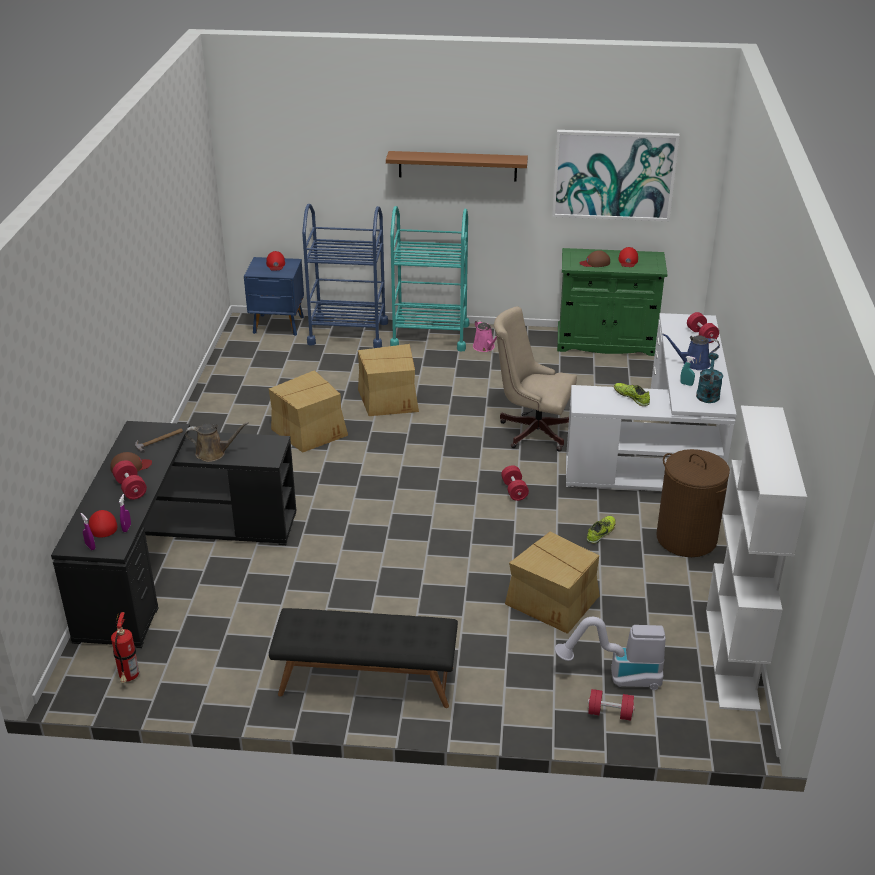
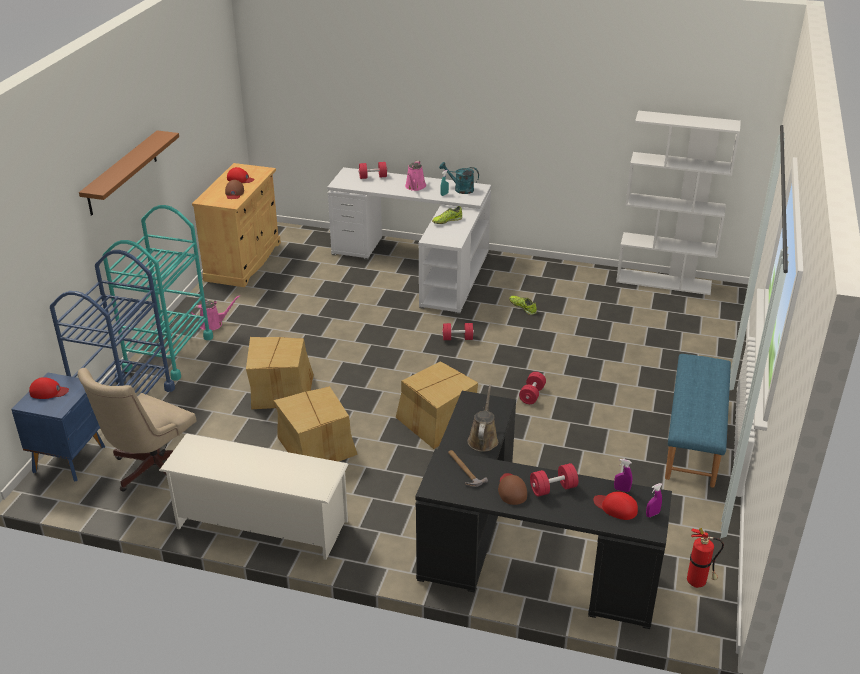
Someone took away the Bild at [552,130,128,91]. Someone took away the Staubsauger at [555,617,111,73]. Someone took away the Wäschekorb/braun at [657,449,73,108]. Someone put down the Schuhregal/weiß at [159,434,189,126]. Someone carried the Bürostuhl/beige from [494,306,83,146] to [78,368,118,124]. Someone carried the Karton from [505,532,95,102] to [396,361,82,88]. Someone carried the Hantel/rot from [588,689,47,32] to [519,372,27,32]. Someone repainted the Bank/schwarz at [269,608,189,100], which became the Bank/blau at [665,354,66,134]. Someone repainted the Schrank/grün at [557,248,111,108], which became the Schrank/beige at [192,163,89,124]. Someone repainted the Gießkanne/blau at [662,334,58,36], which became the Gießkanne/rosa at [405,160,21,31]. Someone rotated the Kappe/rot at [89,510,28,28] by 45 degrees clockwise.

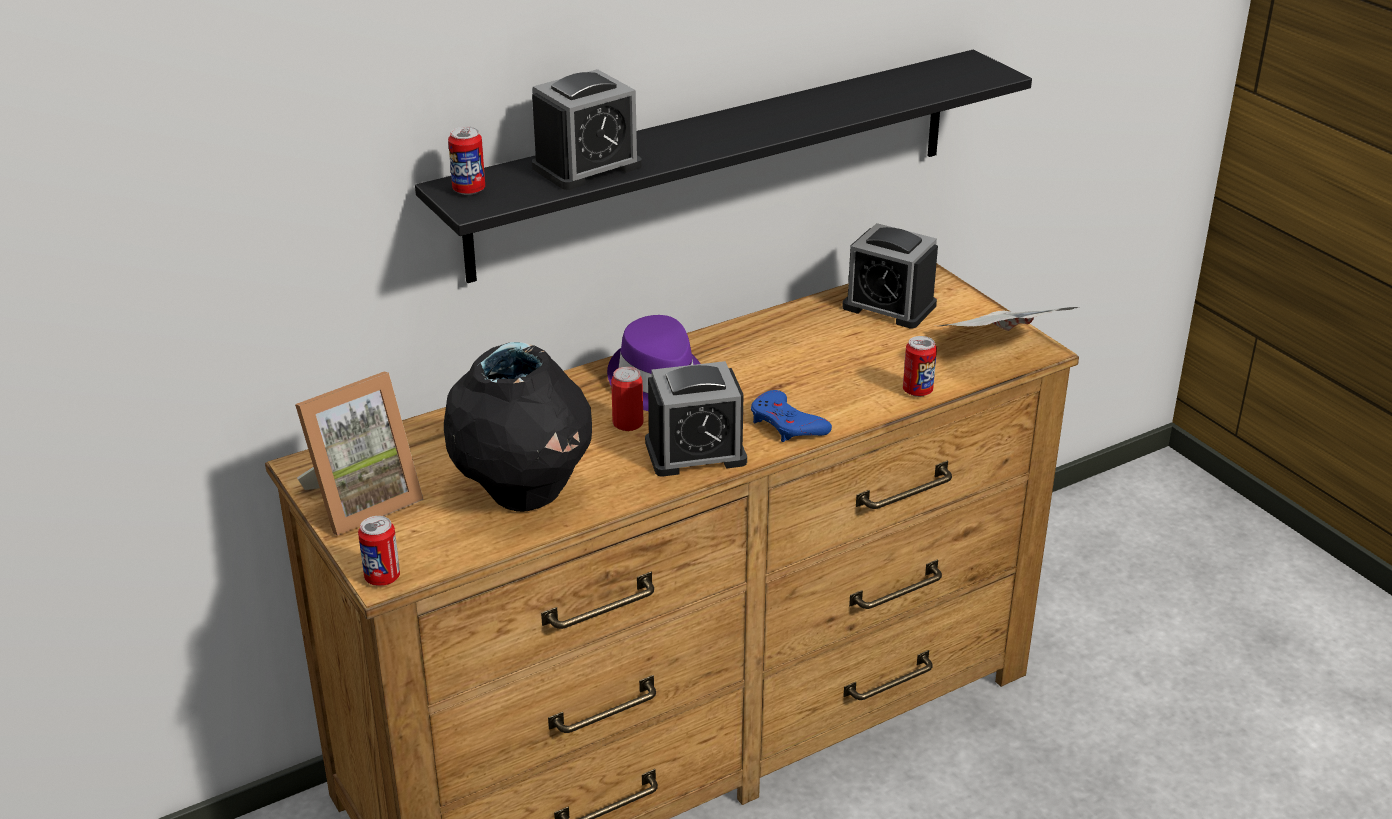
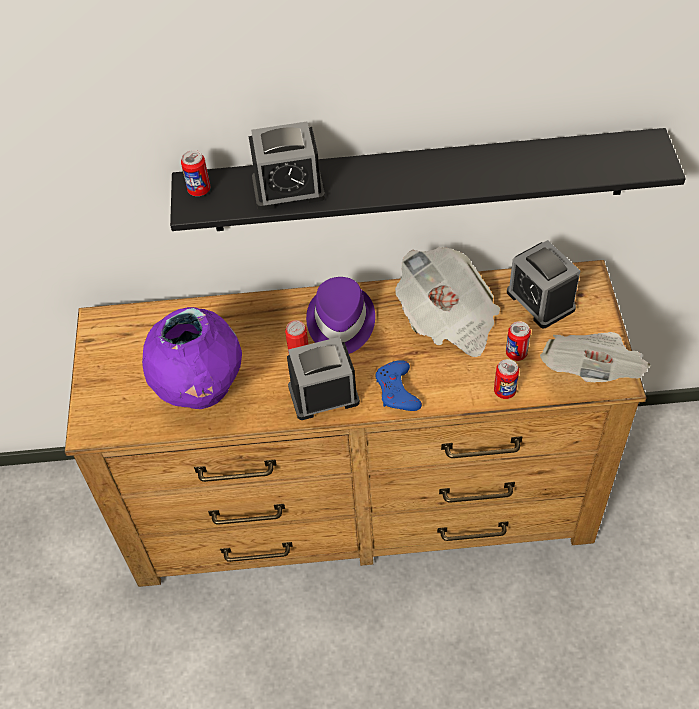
Someone took away the Bilderrahmen at [295,372,129,164]. Someone put down the Zeitung at [395,247,105,110]. Someone carried the Dose from [358,516,42,70] to [506,321,25,40]. Someone repainted the Vase/schwarz at [444,342,148,170], which became the Vase/lila at [142,307,100,102]. Someone rotated the Wecker at [645,361,102,116] by 150 degrees clockwise.

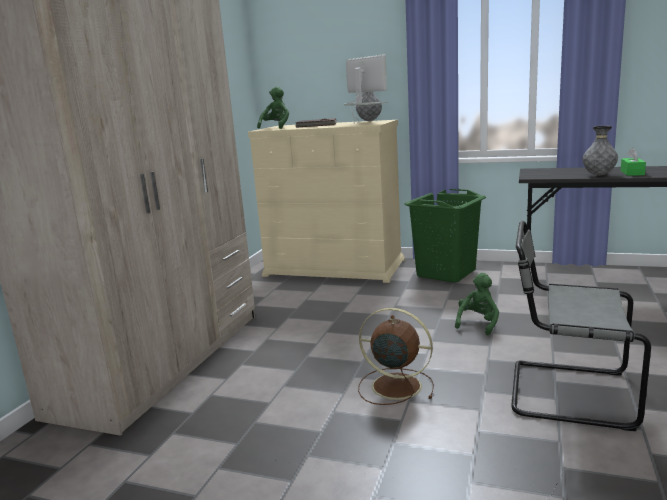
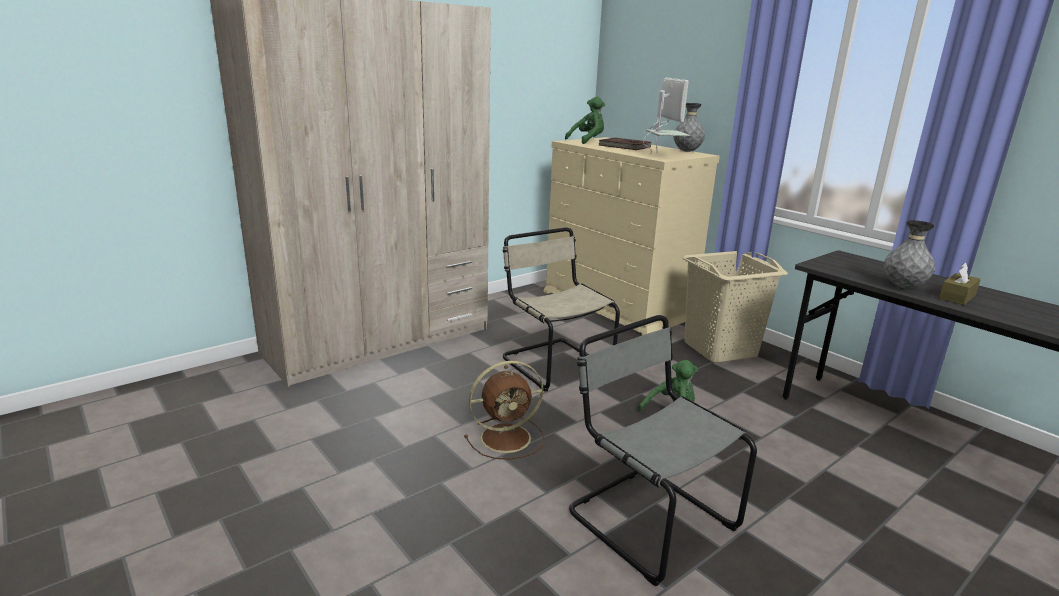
Someone put down the Stuhl/beige at [503,228,117,164]. Someone repainted the Wäschekorb/grün at [404,189,82,94], which became the Wäschekorb/beige at [682,251,106,112]. Someone repainted the Taschentuchbox/grün at [621,148,25,28], which became the Taschentuchbox/braun at [939,262,42,43]. Someone rotated the Ventilator/braun at [358,308,76,97] by 105 degrees clockwise.

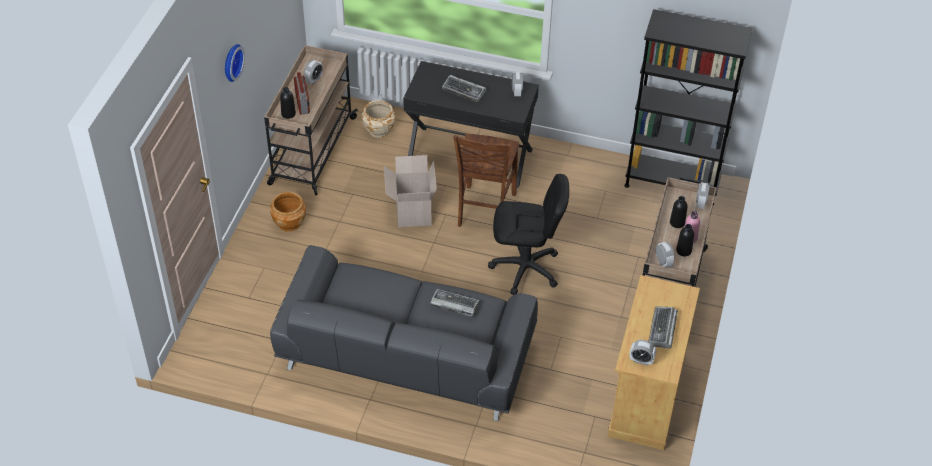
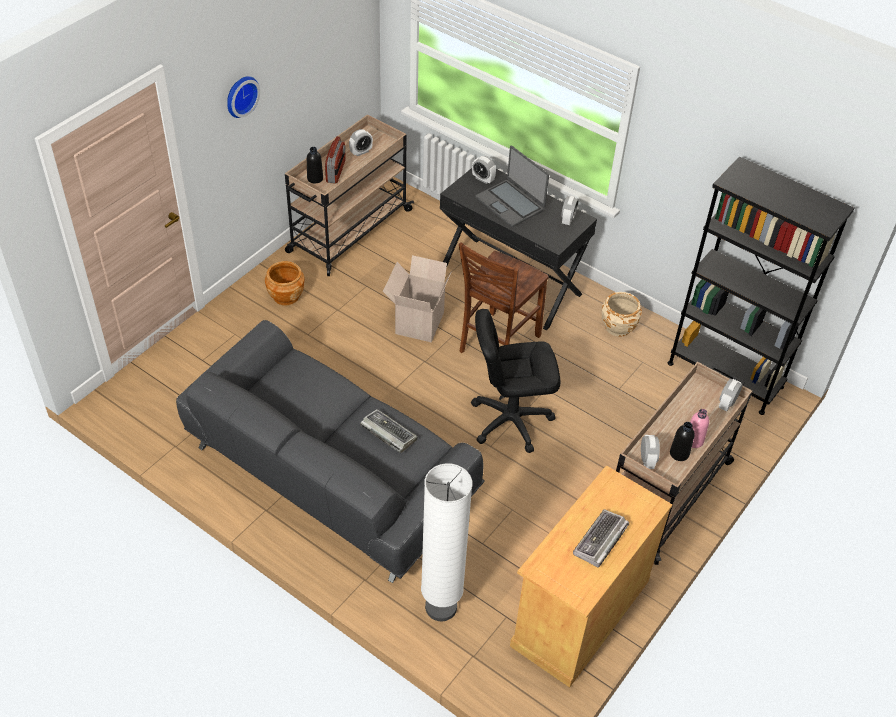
Someone took away the Flasche/schwarz at [670,196,17,32]. Someone put down the Stehlampe/weiß at [421,463,51,158]. Someone carried the Pflanzkübel/beige from [362,100,33,38] to [602,292,40,45]. Someone carried the Wecker from [629,340,27,25] to [472,156,24,28]. Someone swapped the Tastatur at [442,75,45,28] for the Laptop at [476,146,73,81]. Someone rotated the Bürostuhl/schwarz at [488,174,81,121] by 150 degrees clockwise.

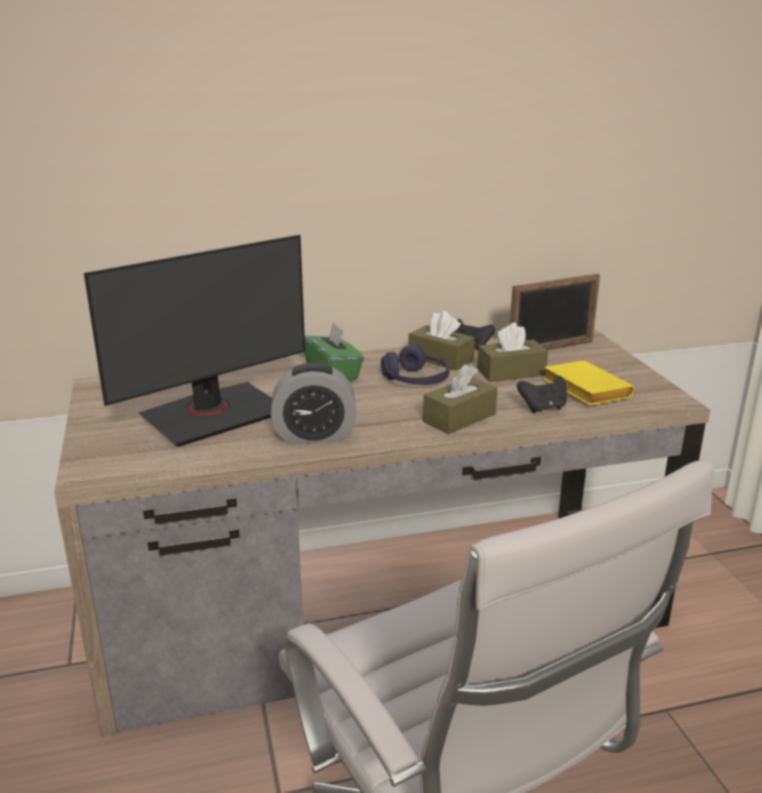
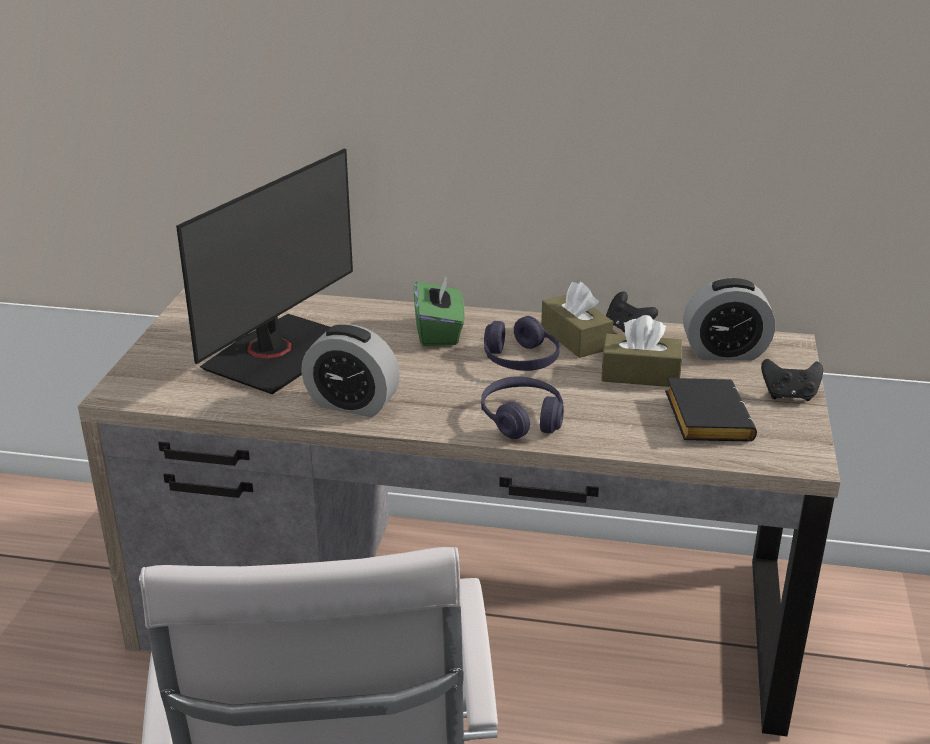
Someone carried the Gamepad/schwarz from [517,375,50,38] to [761,359,62,42]. Someone swapped the Taschentuchbox/braun at [423,364,75,70] for the Kopfhörer/lila at [481,376,83,63]. Someone swapped the Bilderrahmen at [510,273,90,77] for the Wecker at [683,278,92,82]. Someone repainted the Buch/gelb at [543,361,91,44], which became the Buch/schwarz at [665,378,92,64]. Someone rotated the Monitor at [84,235,221,212] by 45 degrees counterclockwise.

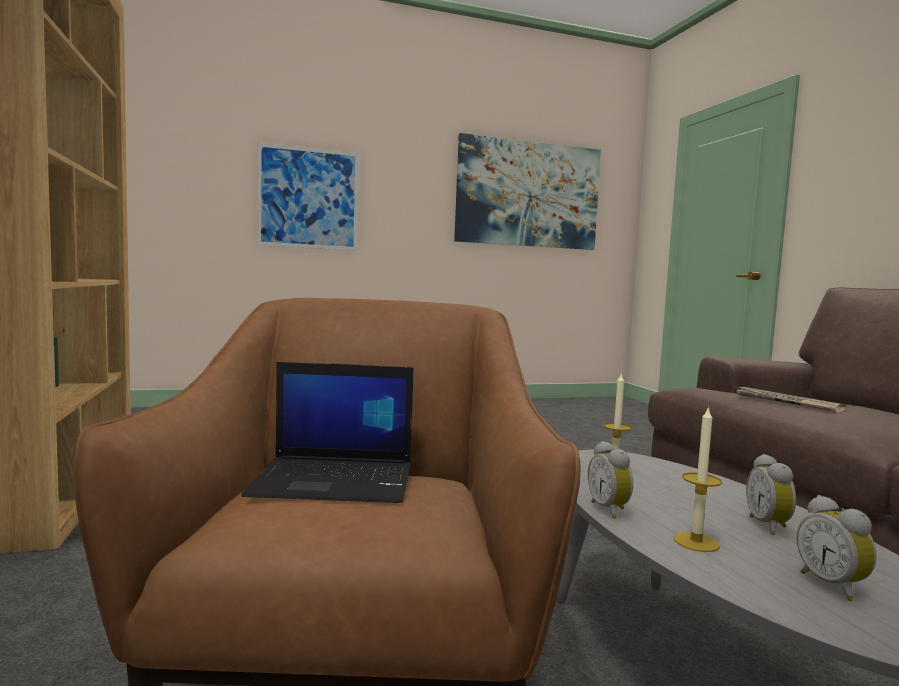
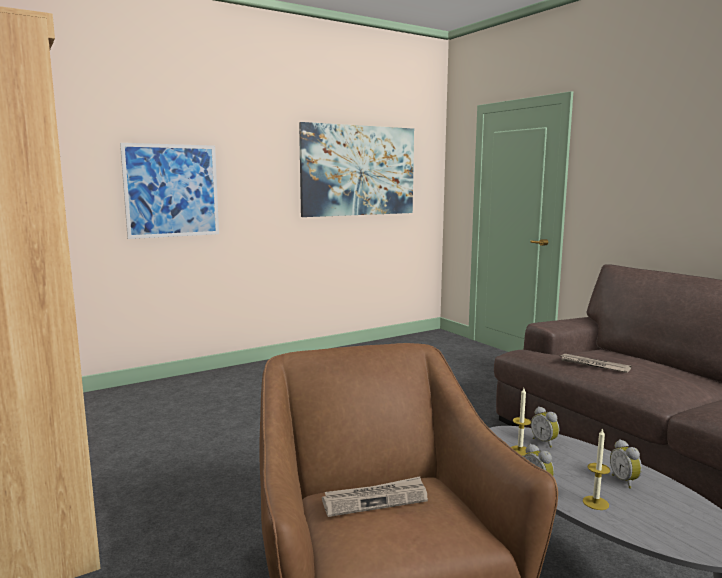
Someone carried the Wecker from [797,495,80,106] to [531,406,28,42]. Someone swapped the Laptop at [241,362,173,141] for the Zeitung at [322,476,106,41].

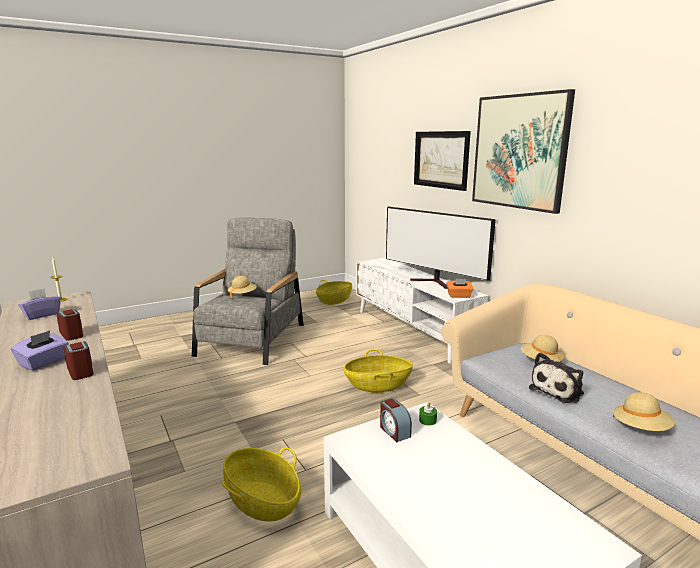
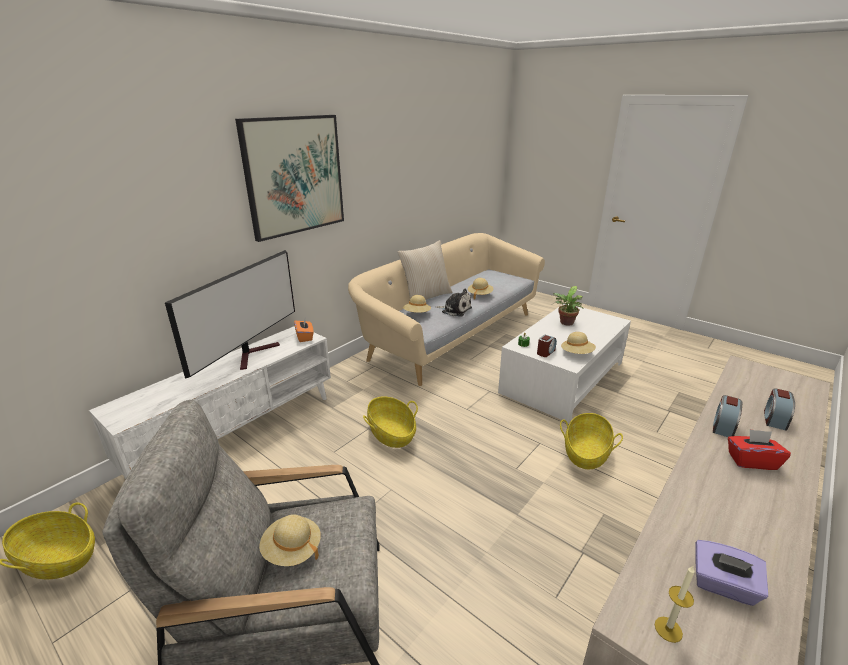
Someone took away the Bild at [414,131,57,60]. Someone put down the Kissen/beige at [398,240,55,60]. Someone put down the Topfpflanze at [553,286,31,40]. Someone put down the Hut/beige at [561,332,35,22]. Someone carried the Wecker from [57,309,26,32] to [764,388,31,43]. Someone repainted the Taschentuchbox/lila at [11,331,58,40], which became the Taschentuchbox/rot at [728,429,63,41].

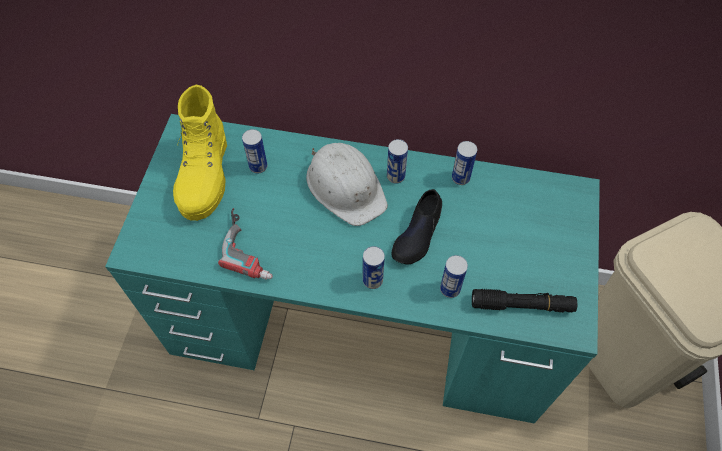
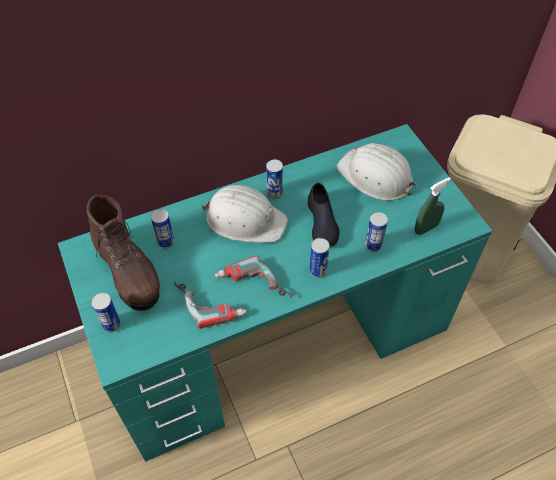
Someone put down the Bohrmaschine at [215,255,77,43]. Someone put down the Schutzhelm/weiß at [337,143,80,58]. Someone carried the Dose from [452,141,25,44] to [91,293,30,39]. Someone swapped the Taschenlampe/schwarz at [472,289,106,23] for the Sprühflasche/grün at [414,177,37,58]. Someone repainted the Stiefel/gelb at [173,85,54,136], which became the Stiefel/braun at [86,194,74,117].

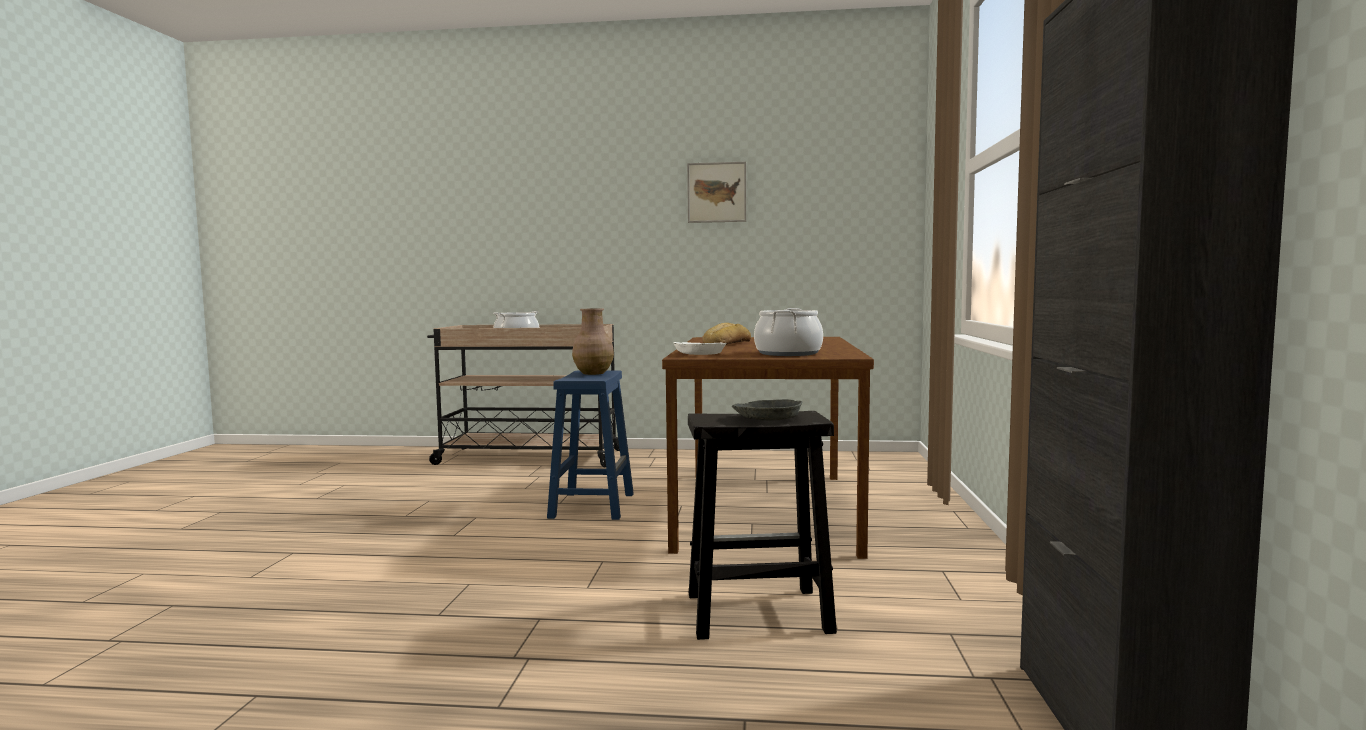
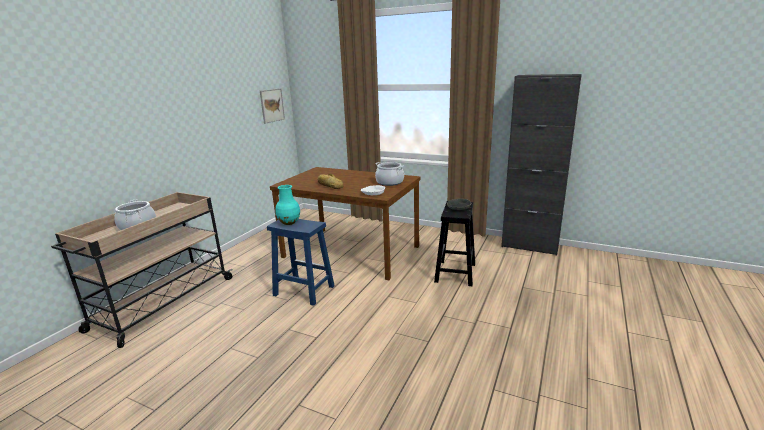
Someone carried the Bild from [687,162,59,61] to [260,88,25,36]. Someone repainted the Vase/braun at [572,308,42,67], which became the Vase/türkis at [275,185,25,40].

